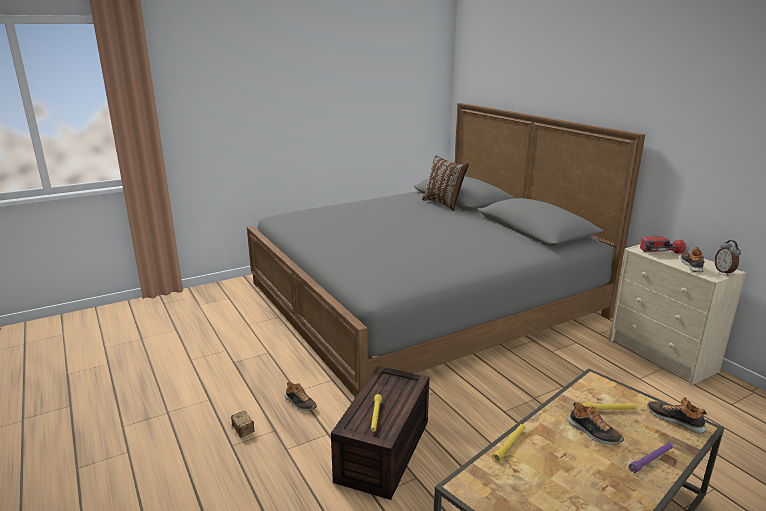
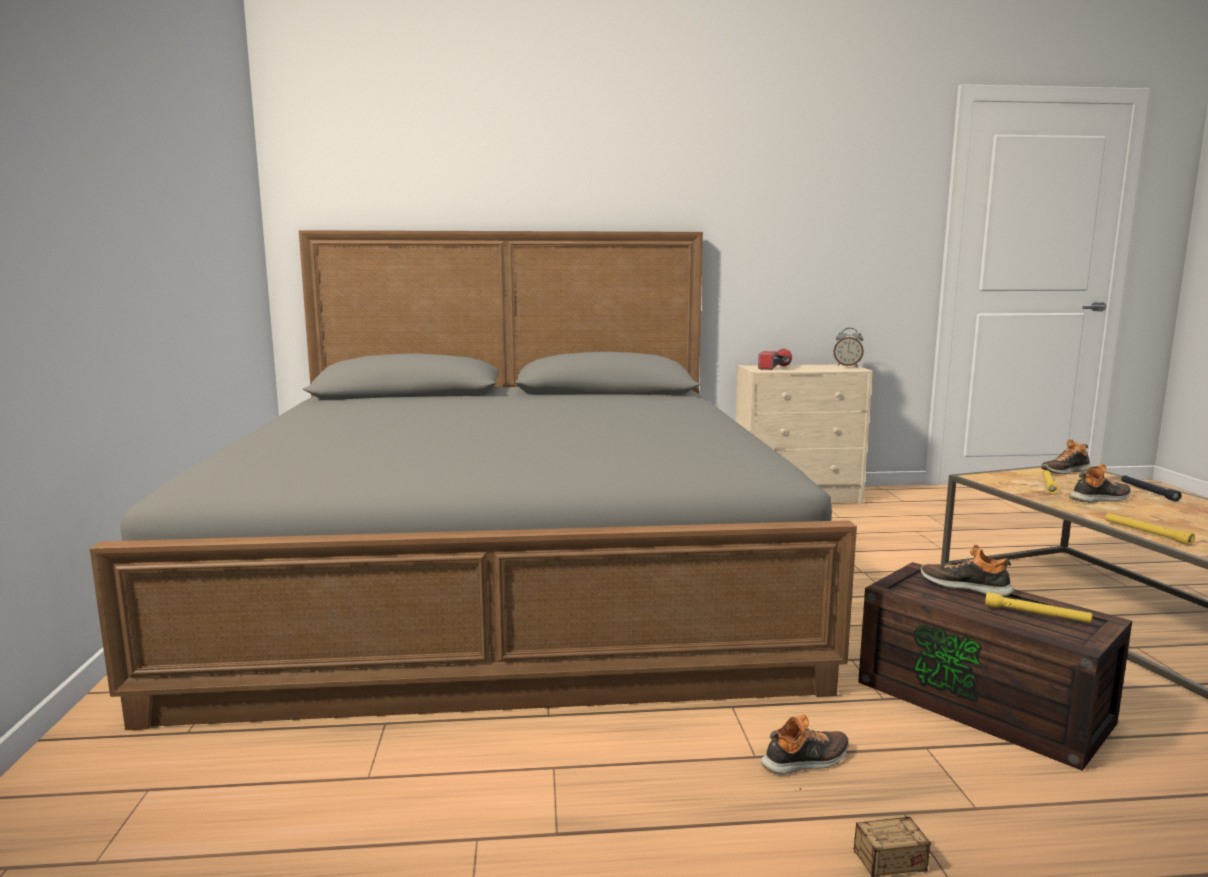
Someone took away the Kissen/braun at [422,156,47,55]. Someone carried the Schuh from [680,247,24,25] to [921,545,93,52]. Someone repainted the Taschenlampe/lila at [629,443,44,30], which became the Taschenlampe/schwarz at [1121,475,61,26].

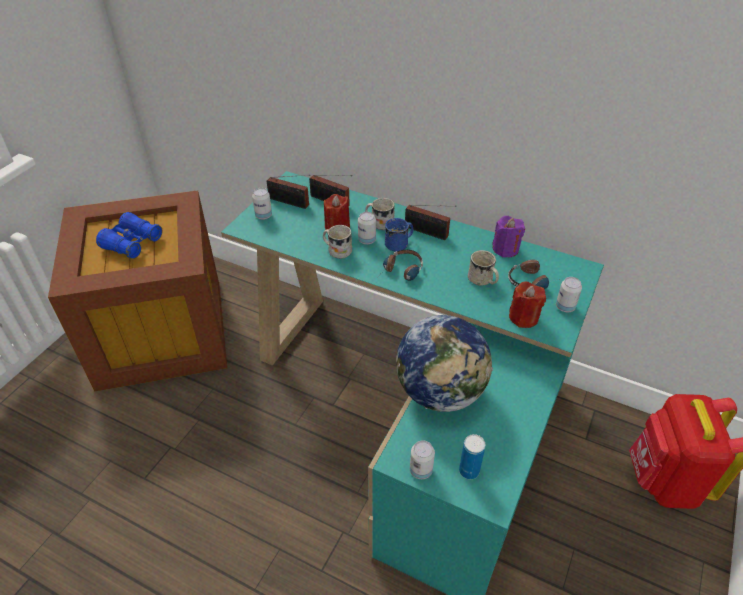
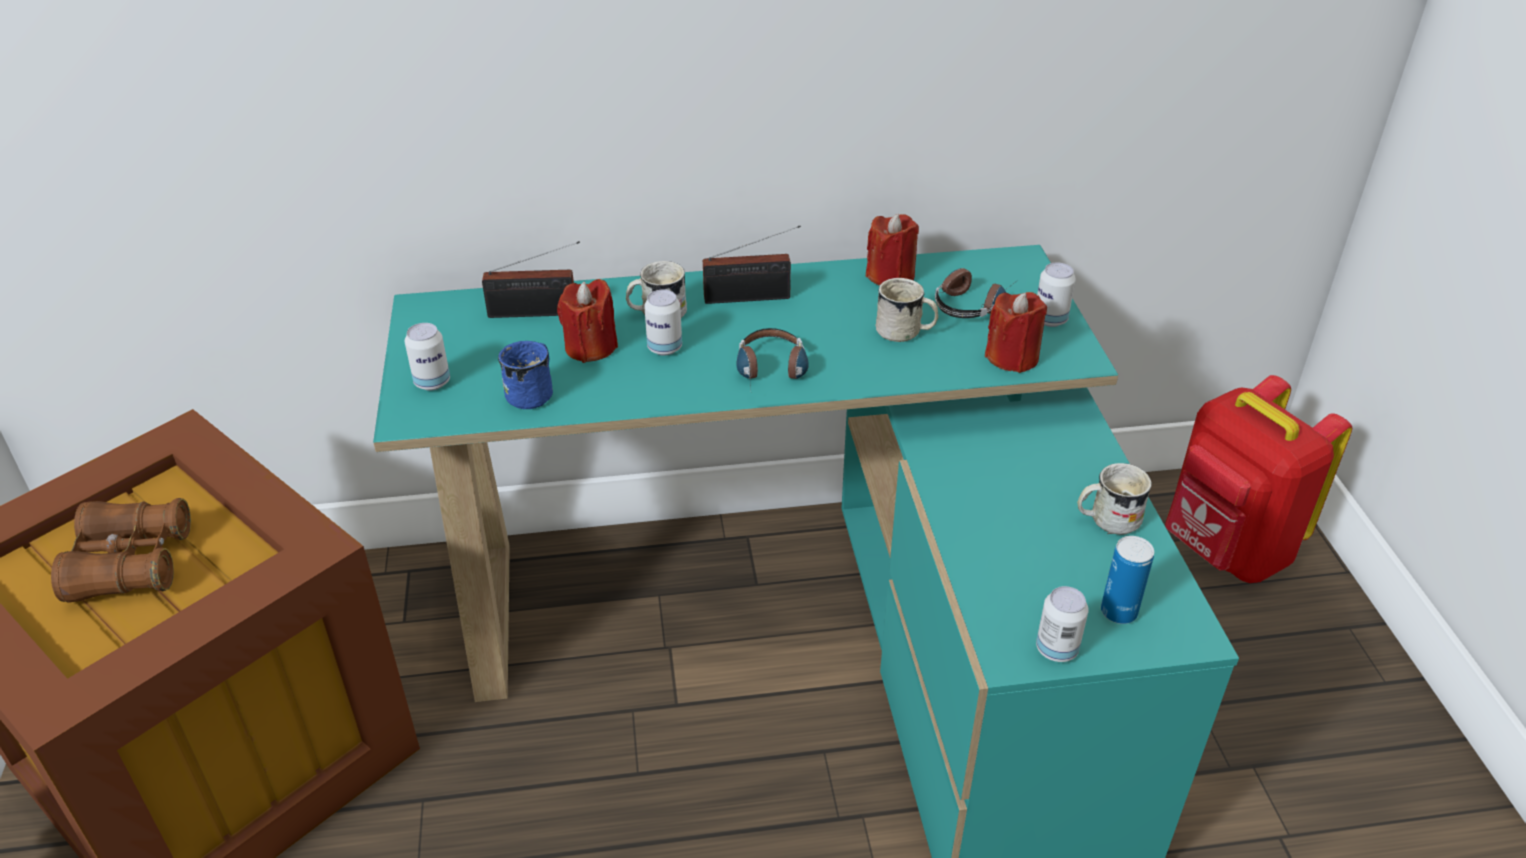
Someone took away the Radio at [267,175,43,34]. Someone took away the Globus at [396,315,97,97]. Someone carried the Henkelbecher/weiß from [323,225,29,34] to [1077,463,75,72]. Someone carried the Henkelbecher/blau from [385,218,28,34] to [498,341,55,68]. Someone repainted the Fernglas/blau at [96,212,66,47], which became the Fernglas/braun at [51,498,140,105]. Someone repainted the Kerze/lila at [492,216,33,41], which became the Kerze/rot at [866,214,53,72].

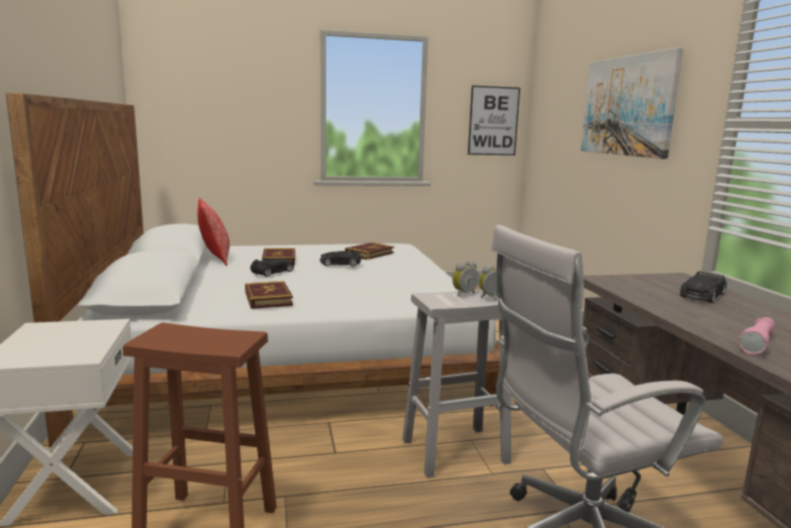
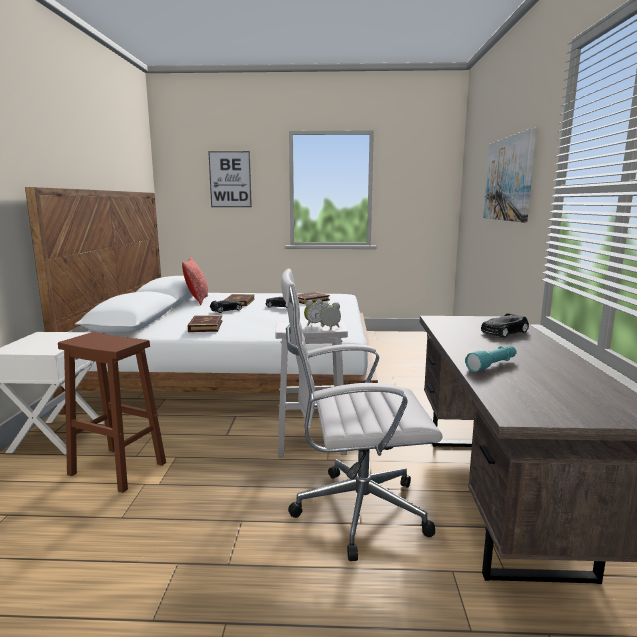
Someone carried the Bild from [468,86,52,69] to [208,151,44,56]. Someone repainted the Taschenlampe/rosa at [738,317,37,38], which became the Taschenlampe/türkis at [465,346,52,26].

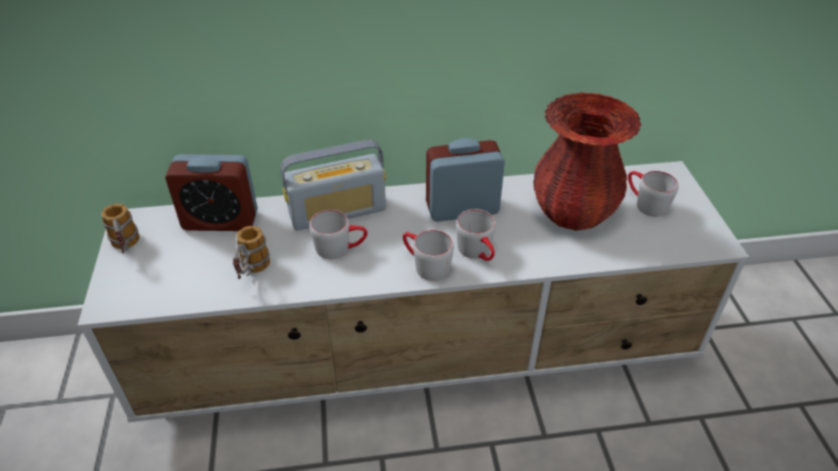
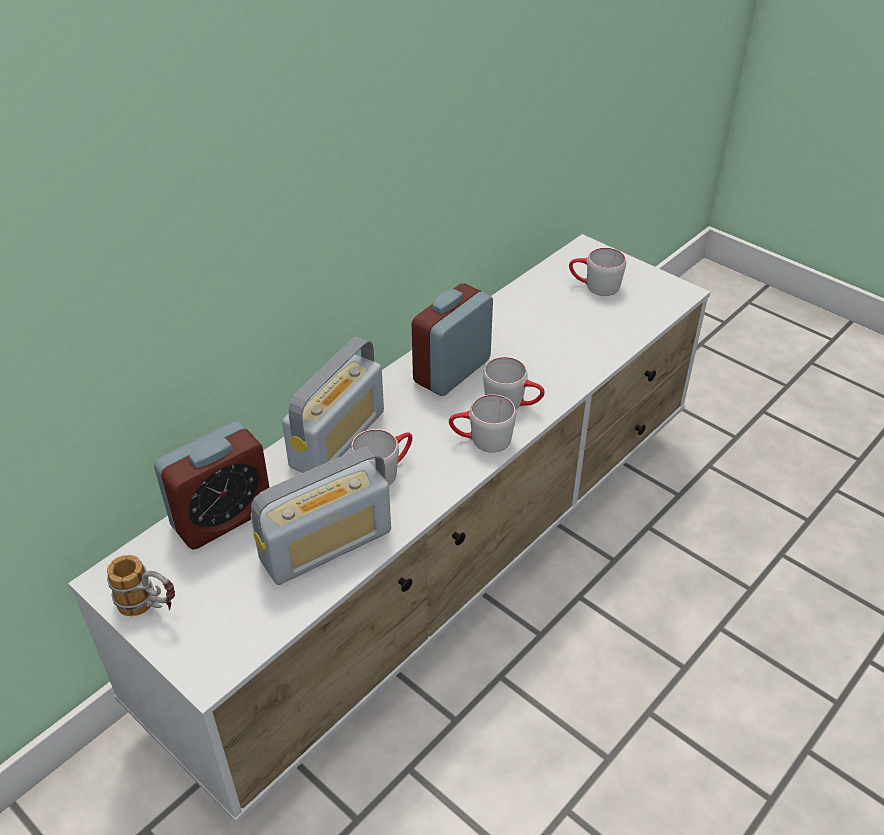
Someone took away the Vase/rot at [533,92,109,139]. Someone swapped the Henkelbecher at [233,226,37,53] for the Radio at [251,447,140,138].

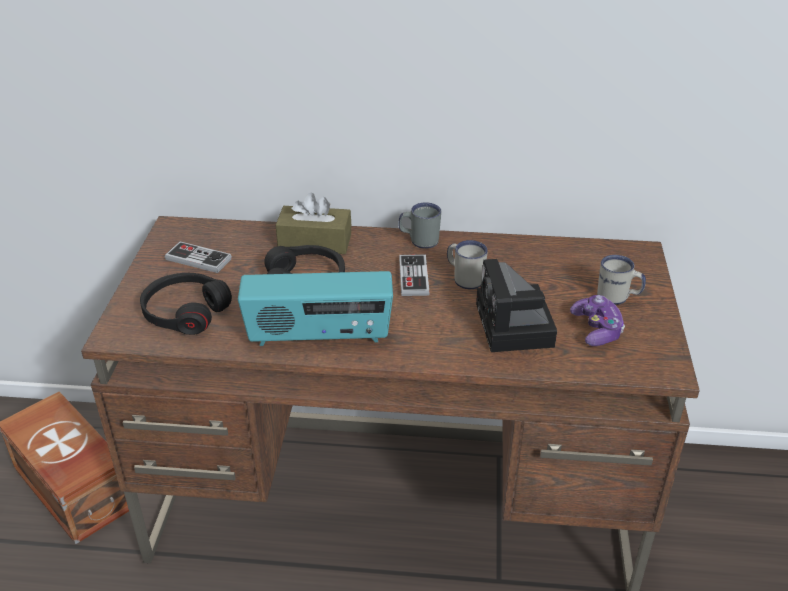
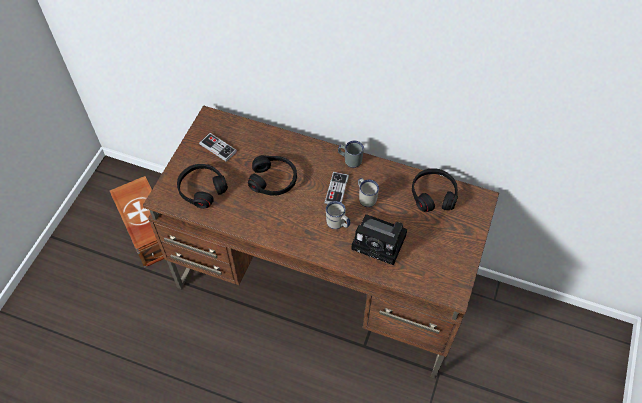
Someone took away the Radio at [238,271,155,75]. Someone took away the Taschentuchbox/braun at [276,193,75,61]. Someone took away the Gamepad at [570,295,55,51]. Someone put down the Kopfhörer/schwarz at [412,168,46,44]. Someone carried the Henkelbecher/weiß from [597,255,49,50] to [326,201,24,28]. Someone rotated the Kamera at [476,259,81,93] by 75 degrees counterclockwise.

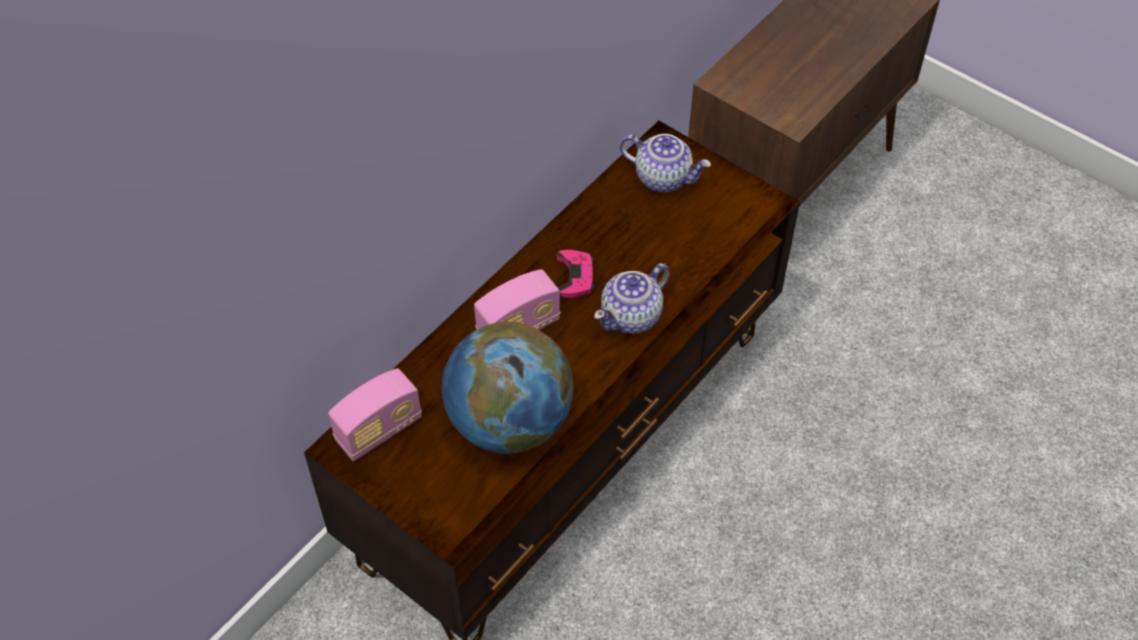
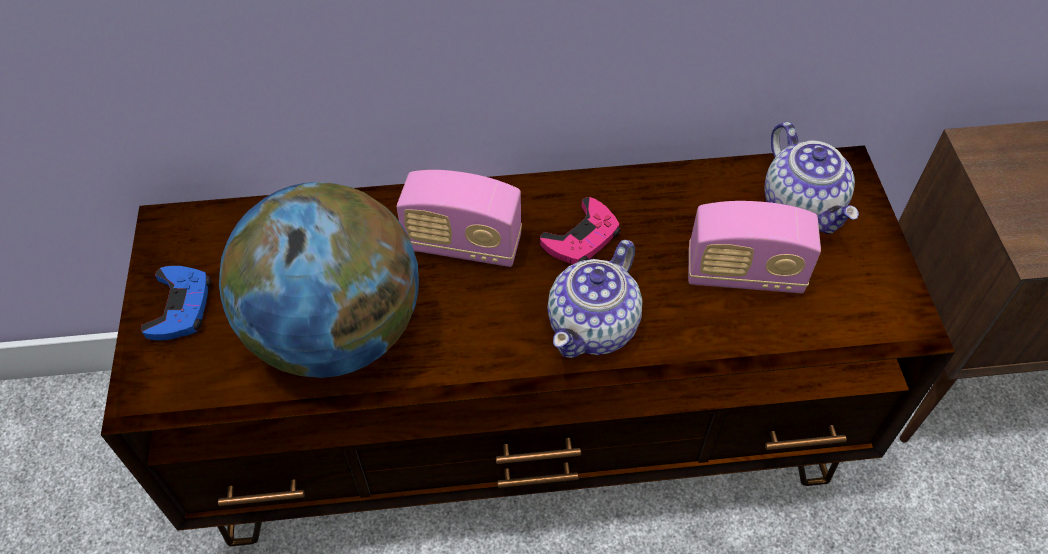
Someone put down the Gamepad/blau at [141,266,70,74]. Someone carried the Radio from [328,368,94,93] to [688,201,133,92]. Someone rotated the Teekanne at [594,263,76,71] by 60 degrees counterclockwise.

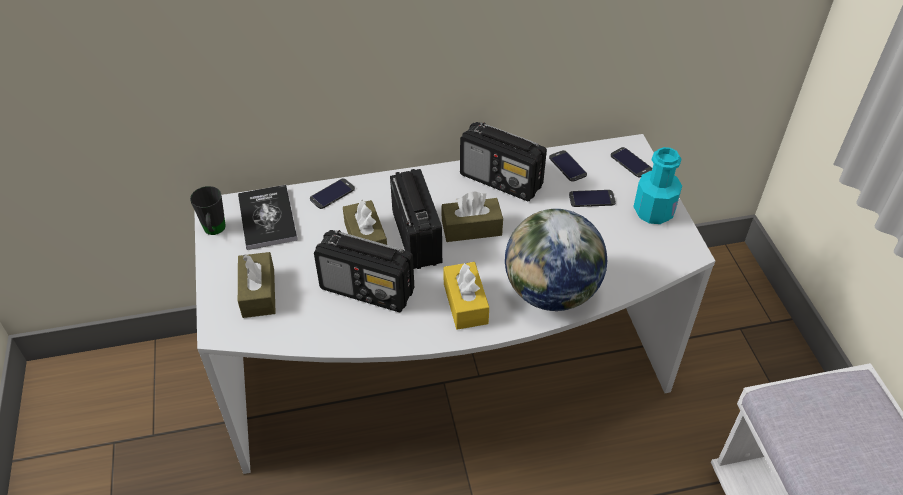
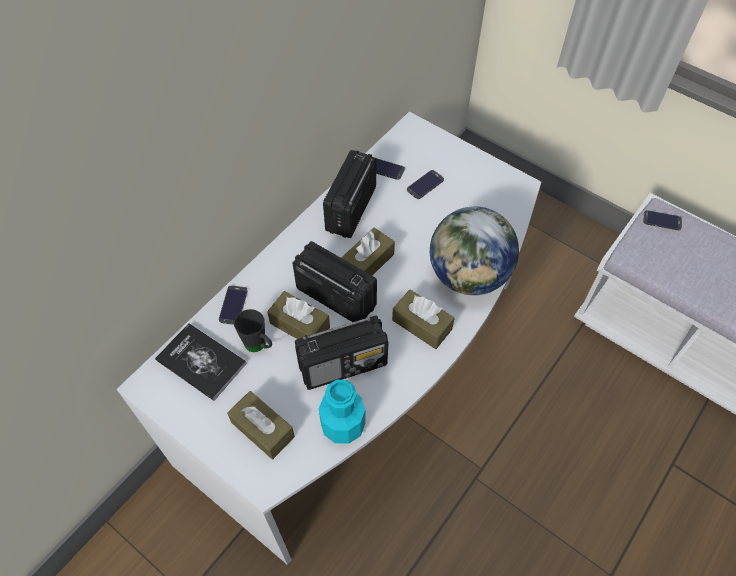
Someone carried the Henkelbecher/schwarz from [190,186,36,49] to [234,309,38,43]. Someone carried the Handy from [610,147,42,31] to [644,210,38,20]. Someone carried the Flasche/türkis from [633,147,49,77] to [319,380,46,64]. Someone repainted the Taschentuchbox/gelb at [443,262,46,68], which became the Taschentuchbox/braun at [392,289,63,60]. Someone rotated the Radio at [460,122,87,79] by 120 degrees clockwise.

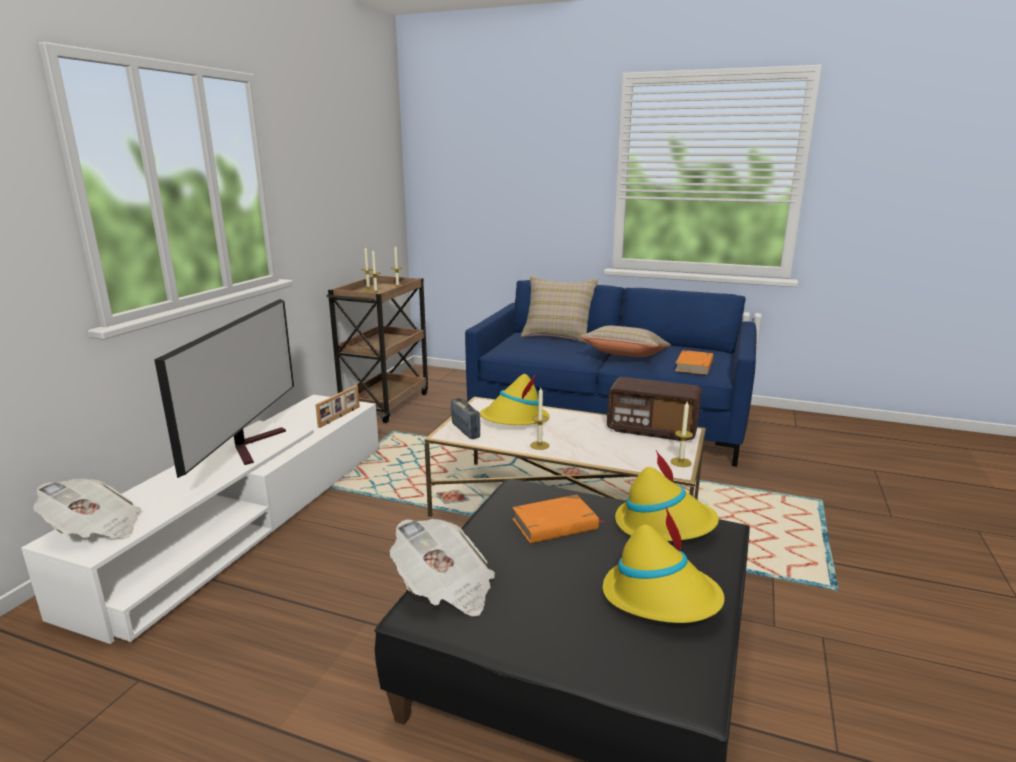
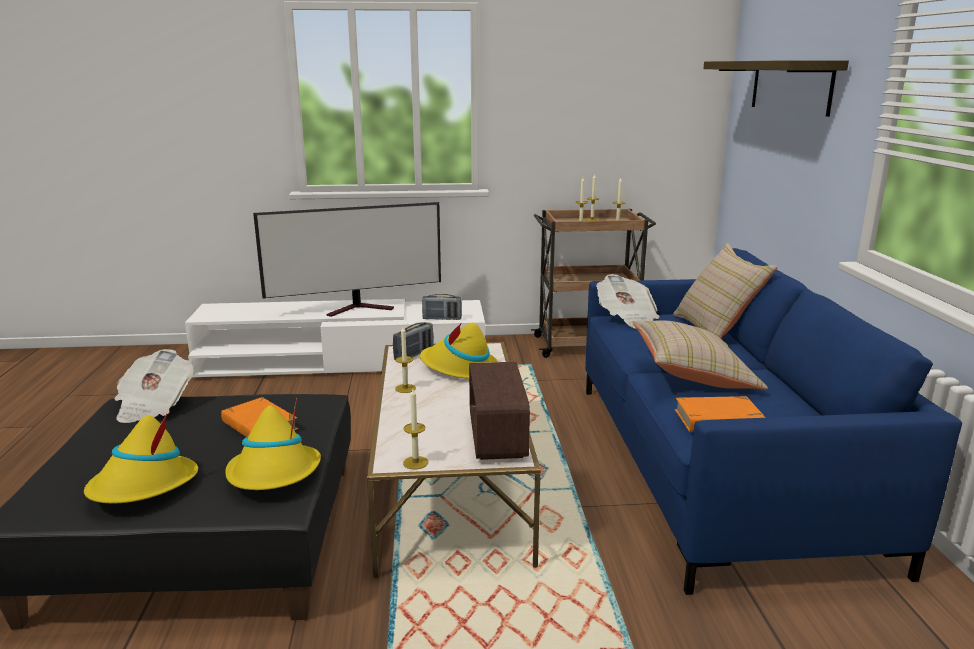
Someone put up the Wandregal at [703,60,146,57]. Someone carried the Zeitung from [33,479,108,60] to [596,274,64,55]. Someone swapped the Bilderrahmen at [315,385,45,43] for the Radio at [422,294,40,26].

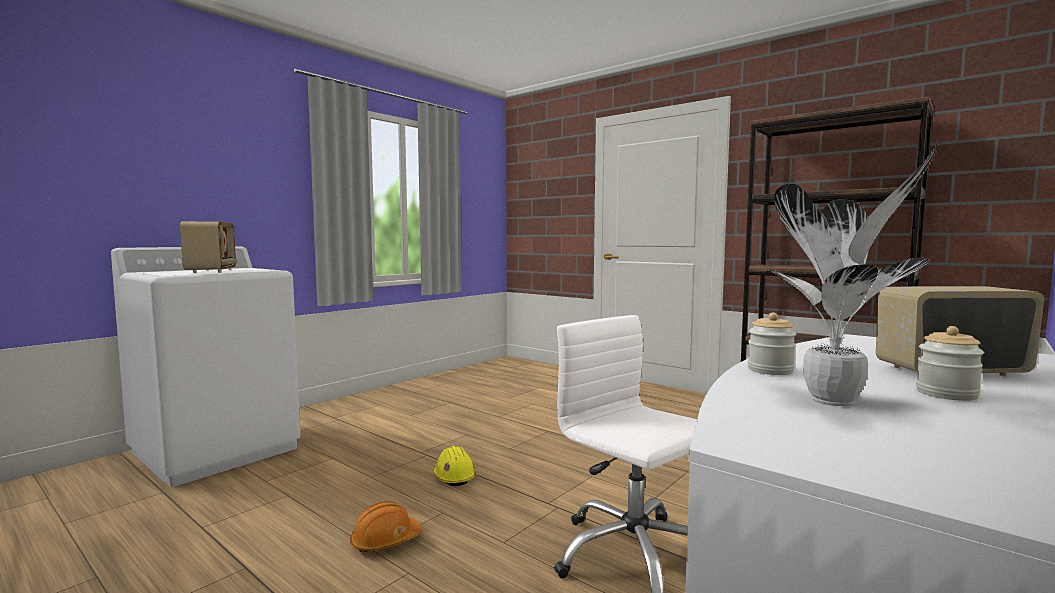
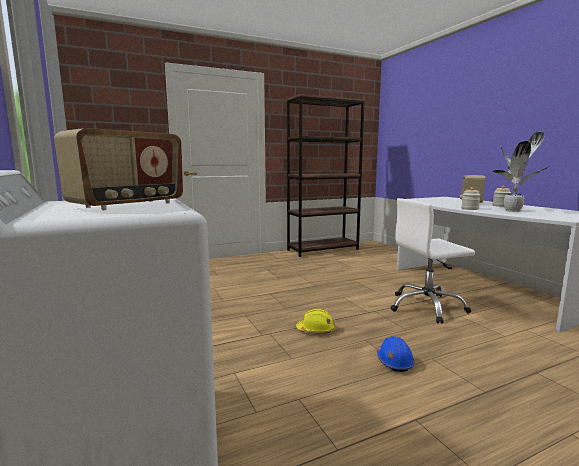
Someone repainted the Schutzhelm/orange at [350,501,71,51], which became the Schutzhelm/blau at [377,336,38,36]. Someone rotated the Radio at [180,221,57,52] by 120 degrees clockwise.

